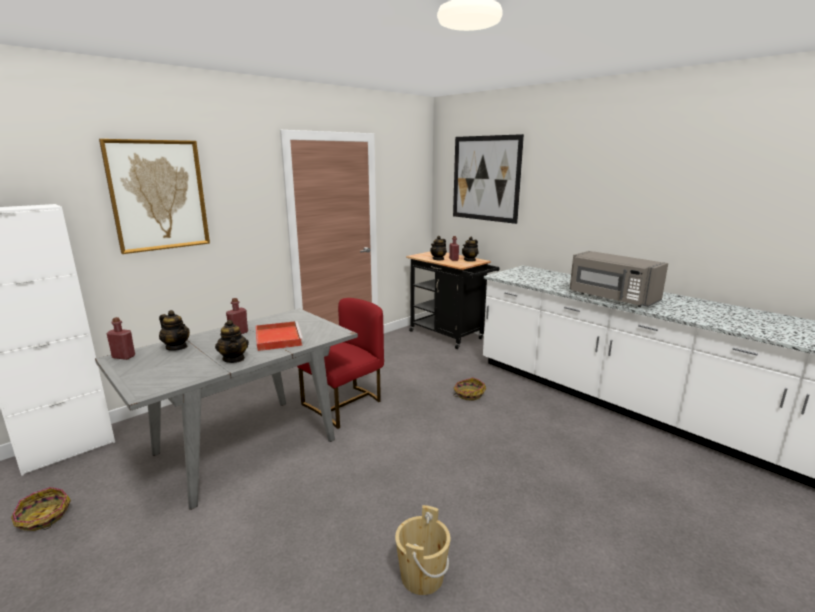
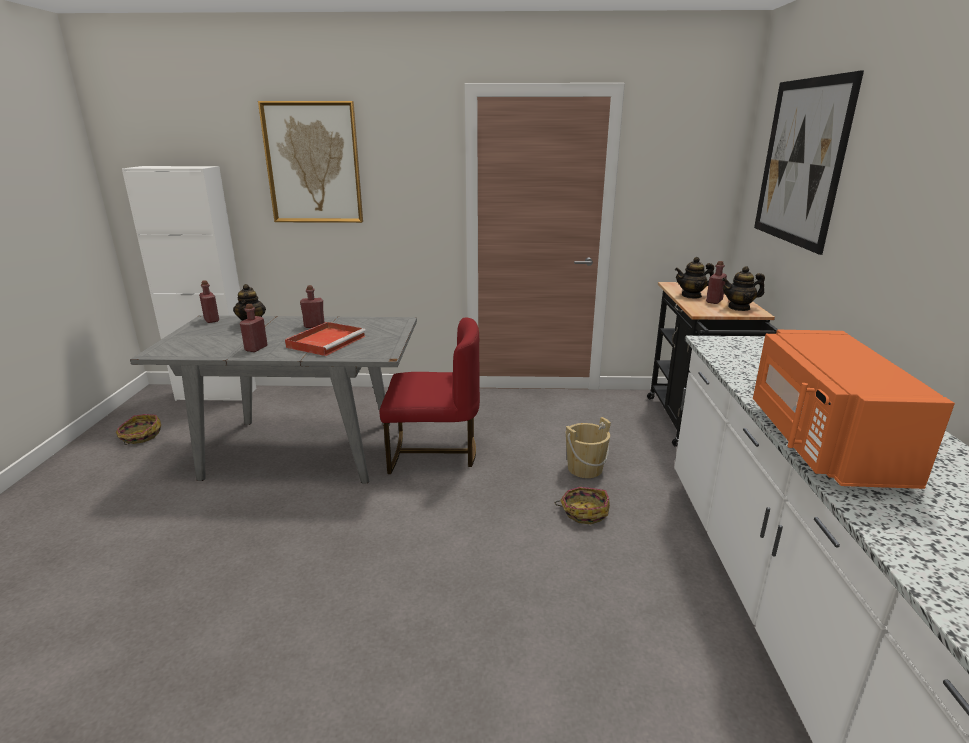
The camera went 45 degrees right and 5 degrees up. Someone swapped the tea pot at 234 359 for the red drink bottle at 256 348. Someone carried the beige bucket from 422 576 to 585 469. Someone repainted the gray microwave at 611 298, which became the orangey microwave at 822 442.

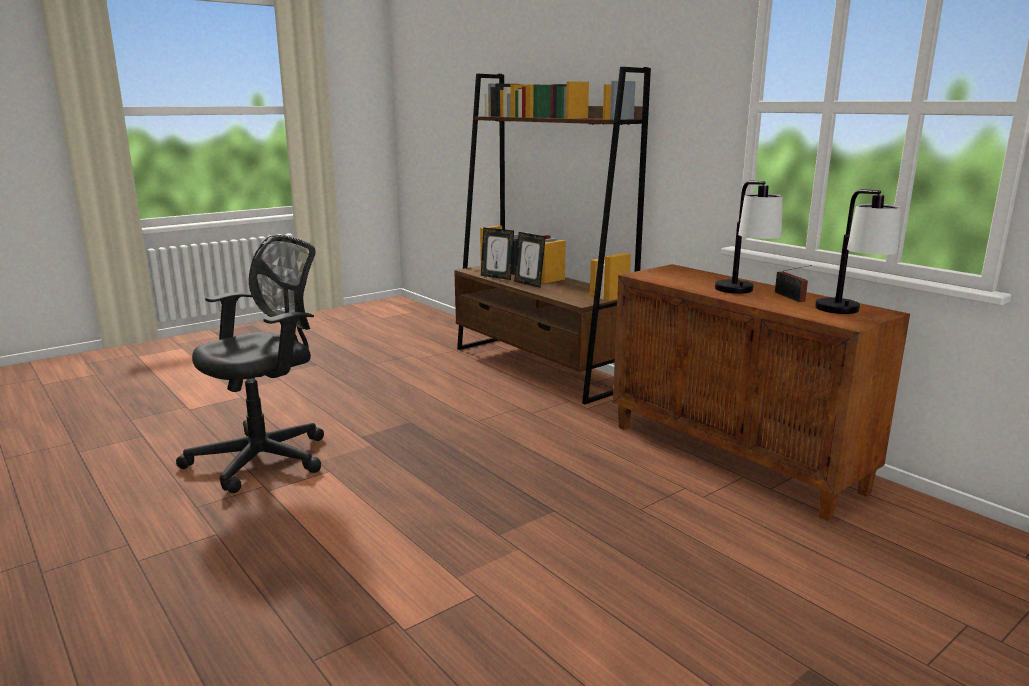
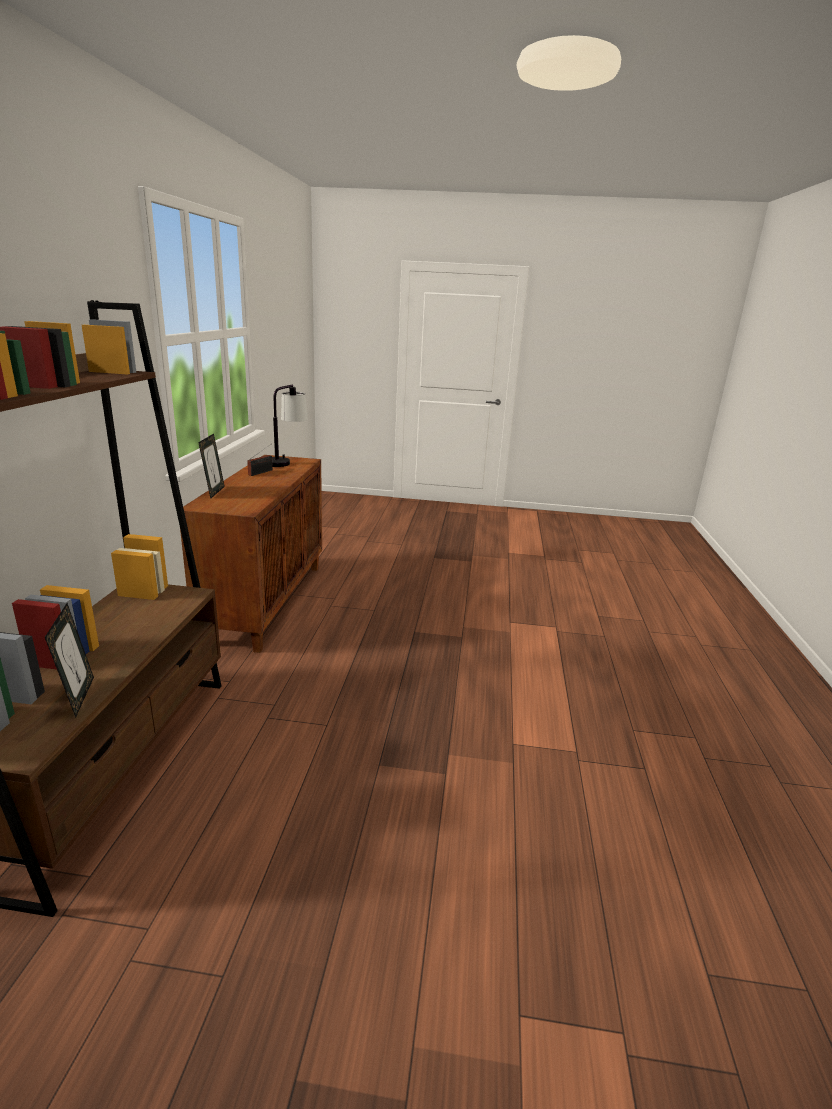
The camera went 135 degrees left and 5 degrees up. Someone carried the standing frame from 529 284 to 214 492. Someone took away the blackish desk chair at 266 458. Someone took away the tabletop lamp at 743 293.

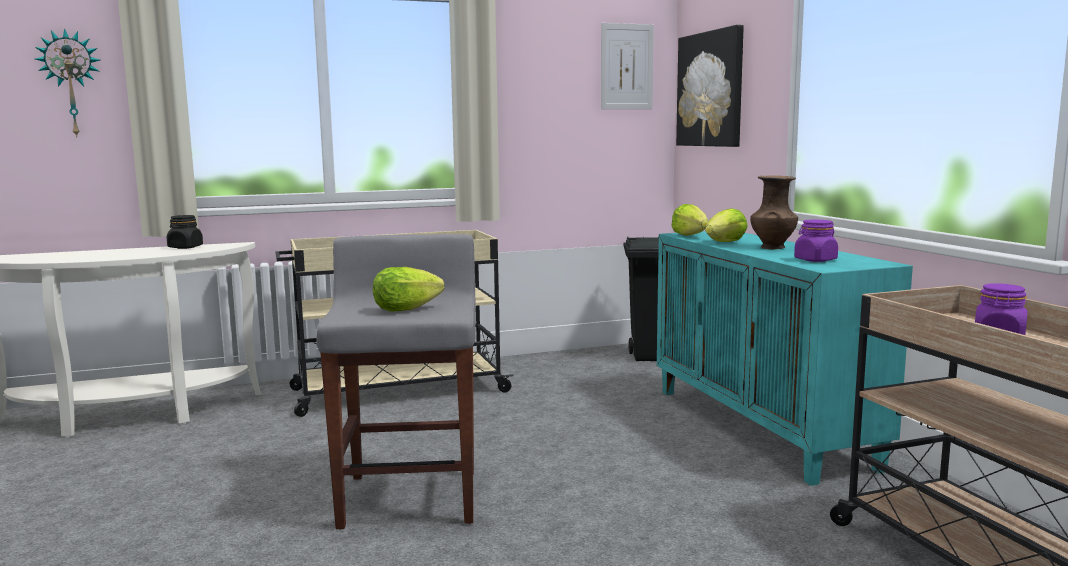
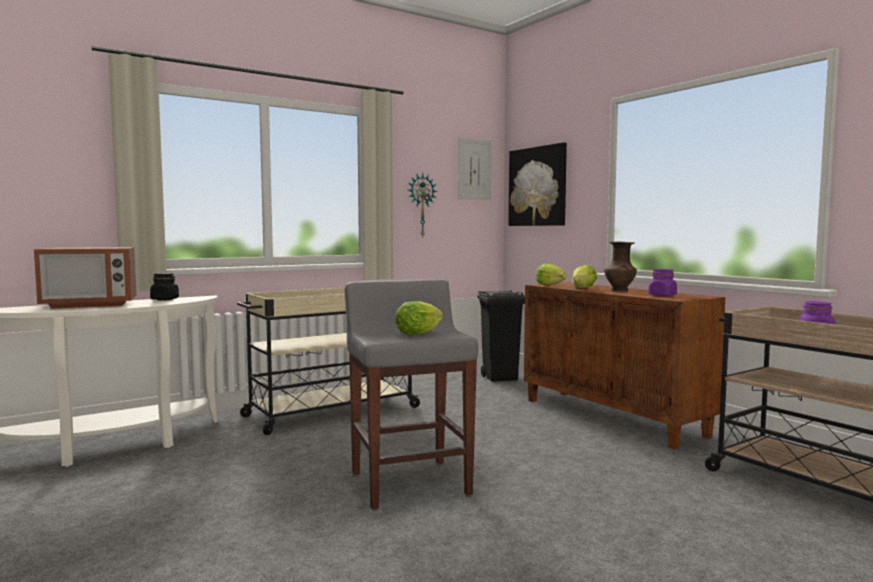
The camera went 15 degrees left and 5 degrees down. Someone put down the microwave at 90 305. Someone carried the clock on the wall from 71 84 to 421 205. Someone repainted the turquoise-coloured storage cabinet at 762 427, which became the brown-coloured storage cabinet at 613 417.

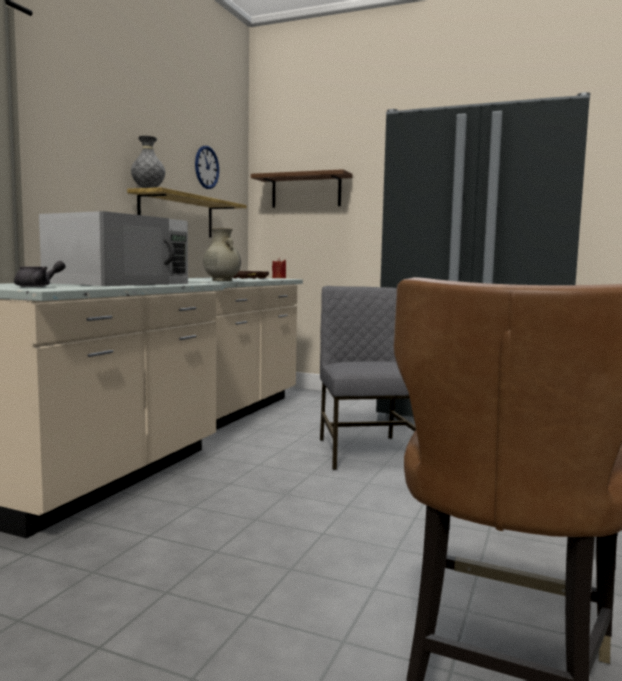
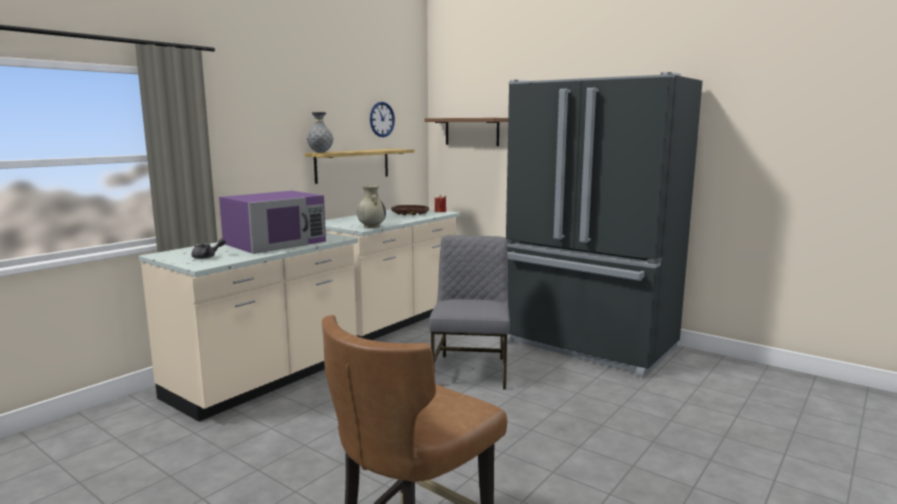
The camera went 15 degrees right and 5 degrees up. Someone repainted the white microwave at 119 283, which became the purplish microwave at 276 242.

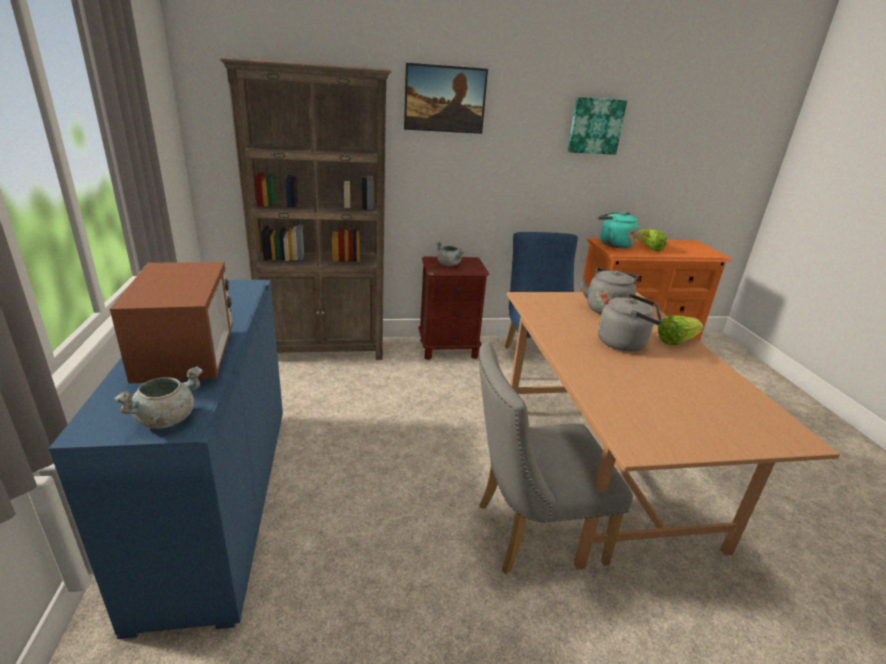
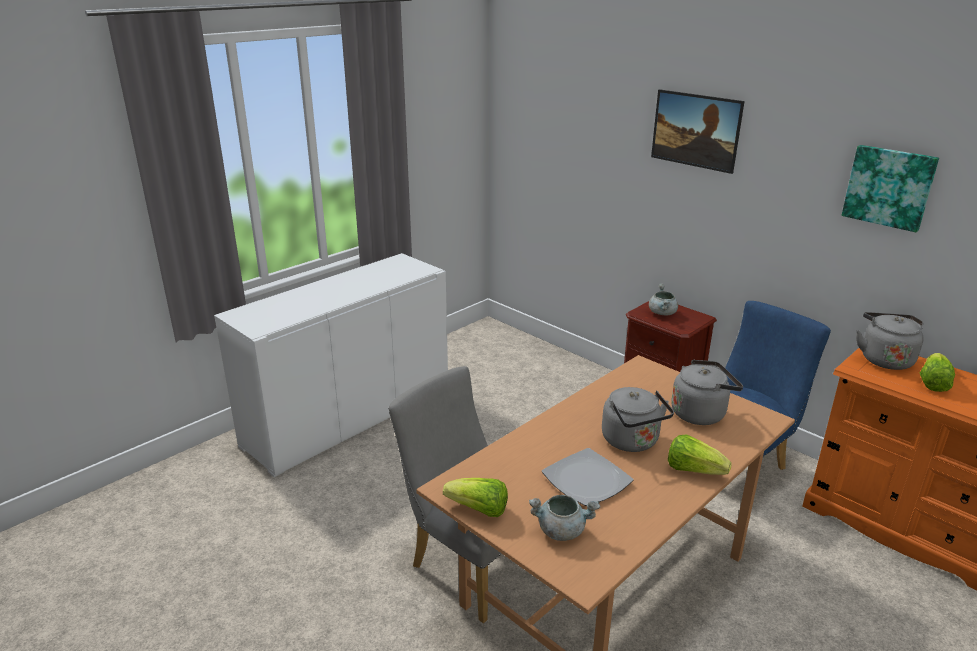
The camera went 55 degrees right and 0 degrees up. Someone repainted the blue storage cabinet at 220 500, which became the white storage cabinet at 349 417. Someone put down the lettuce at 478 510. Someone carried the gray stockpot from 166 418 to 562 530. Someone put down the plate at 586 480. Someone repainted the turquoise-coloured tea kettle at 613 244, which became the gray tea kettle at 884 359. Someone took away the microwave at 188 357. Someone took away the brown-coloured bookshelf at 324 349.

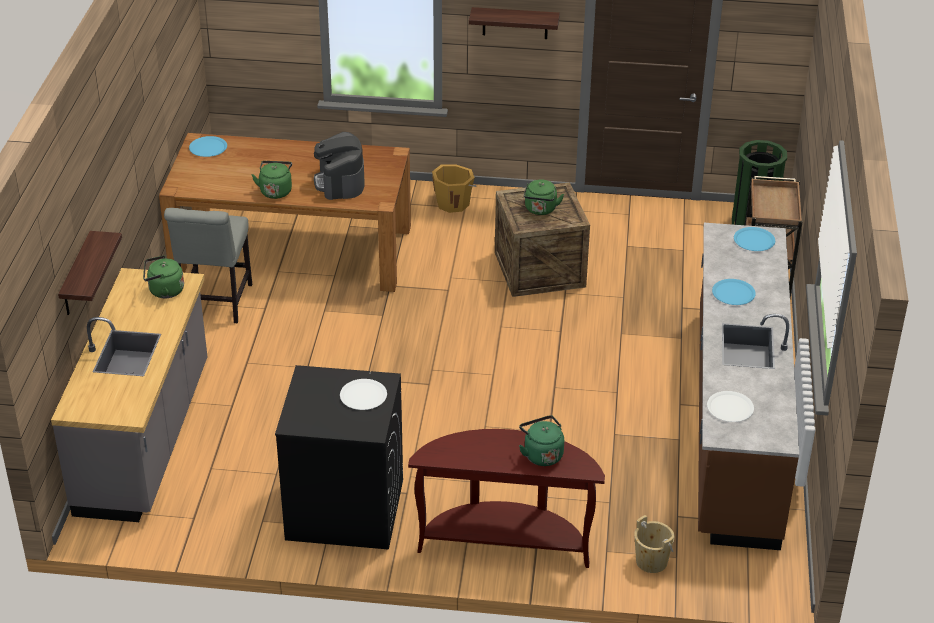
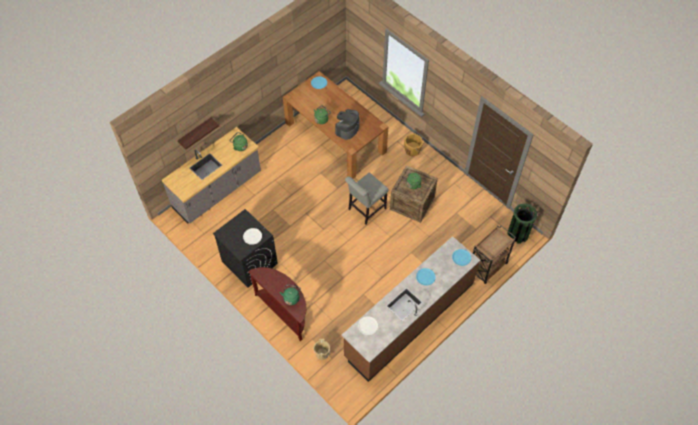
The camera went 40 degrees right and 20 degrees up. Someone carried the gray upright chair from 215 304 to 365 210. Someone took away the wall shelf at 515 23.

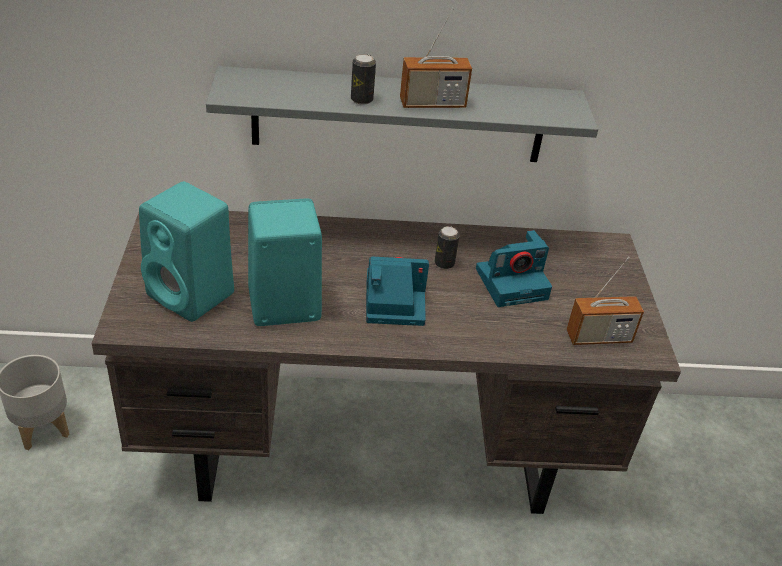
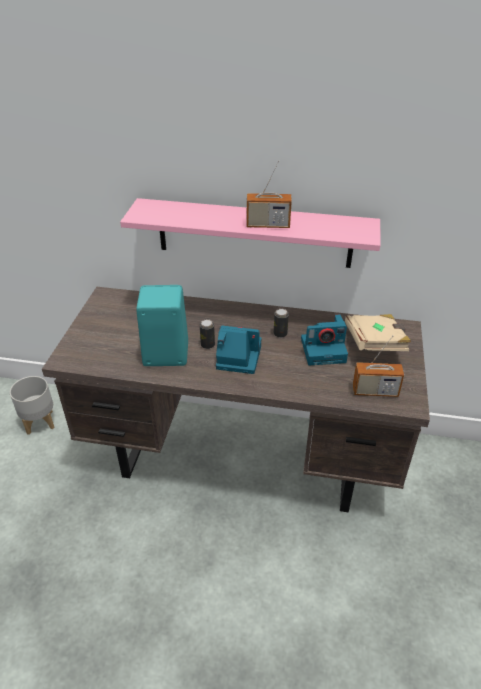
The camera went 15 degrees right and 0 degrees up. Someone repainted the gray wall shelf at 399 116, which became the pink-coloured wall shelf at 254 233. Someone carried the sealed can from 361 100 to 207 345. Someone put down the beige bound book at 375 344. Someone took away the turquoise-coloured speaker at 193 295.

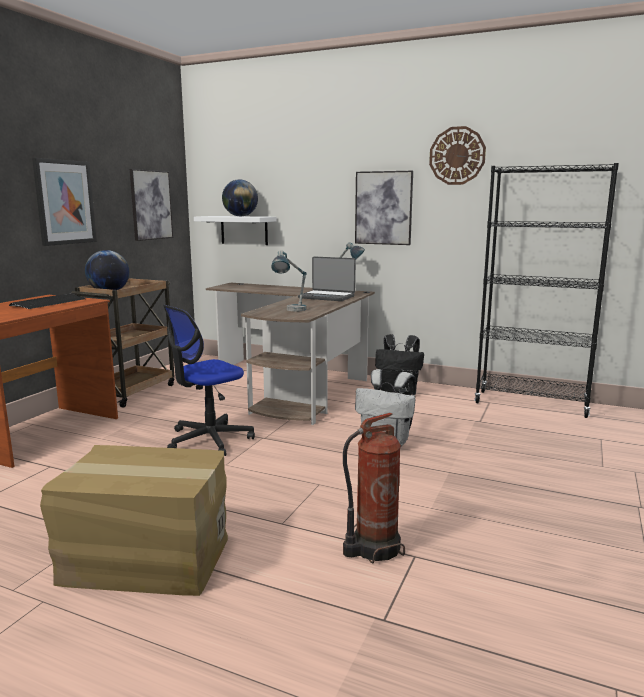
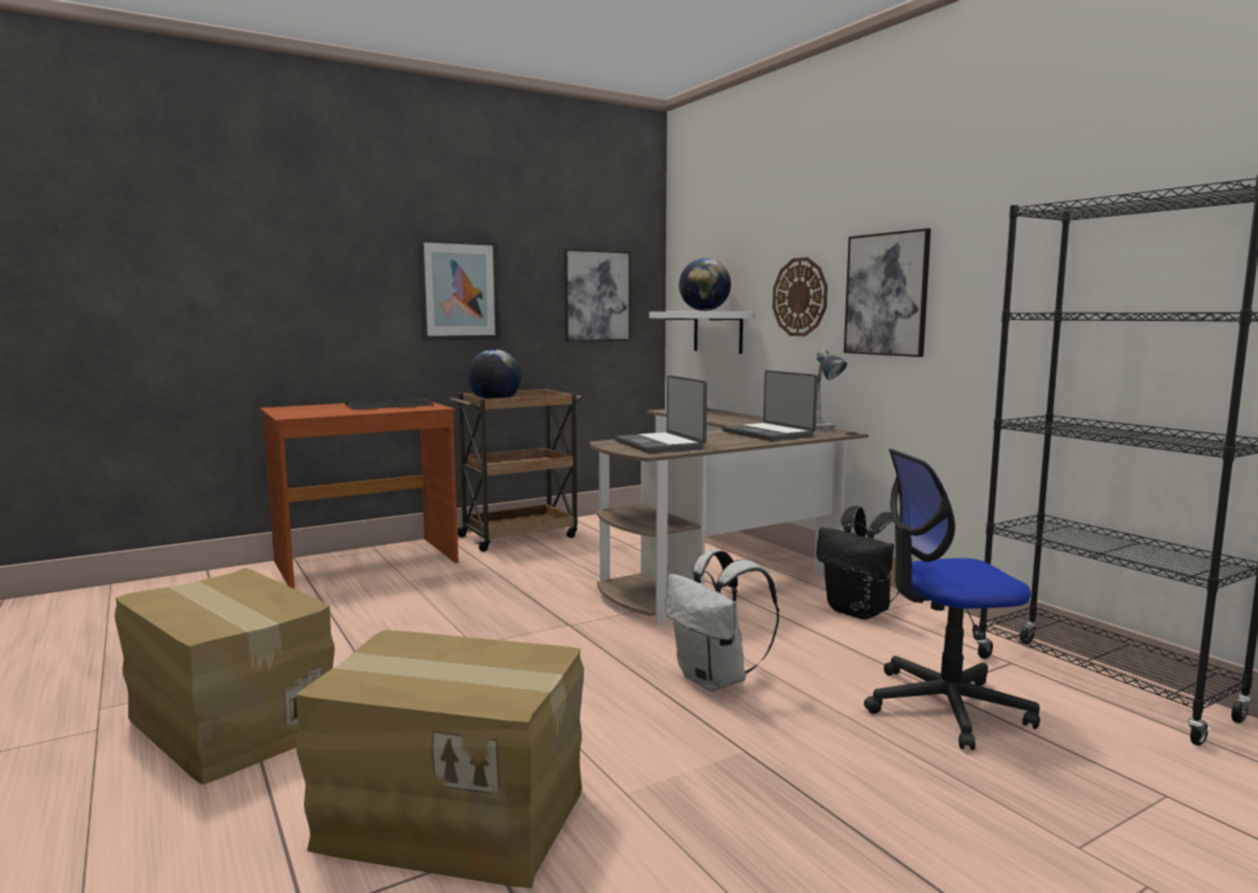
The camera went 35 degrees right and 5 degrees down. Someone swapped the fire extinguisher at 373 548 for the packing box at 454 815. Someone swapped the tabletop lamp at 291 311 for the notebook computer at 660 445. Someone carried the clock on the wall from 457 156 to 800 297. Someone carried the desk chair from 209 440 to 945 707.

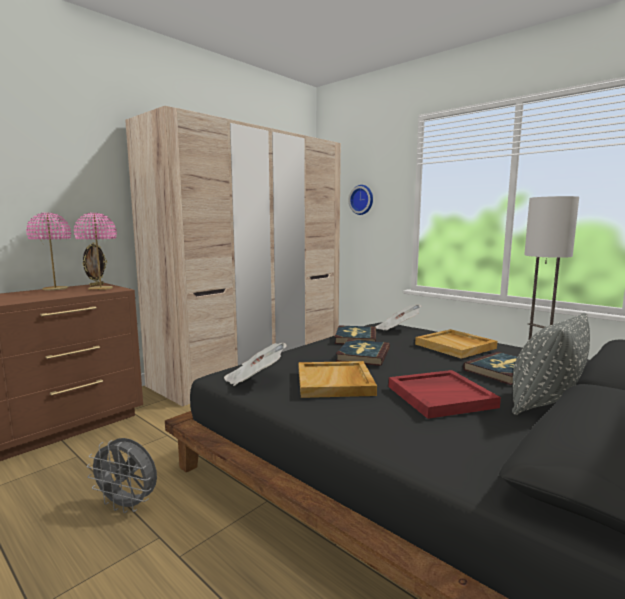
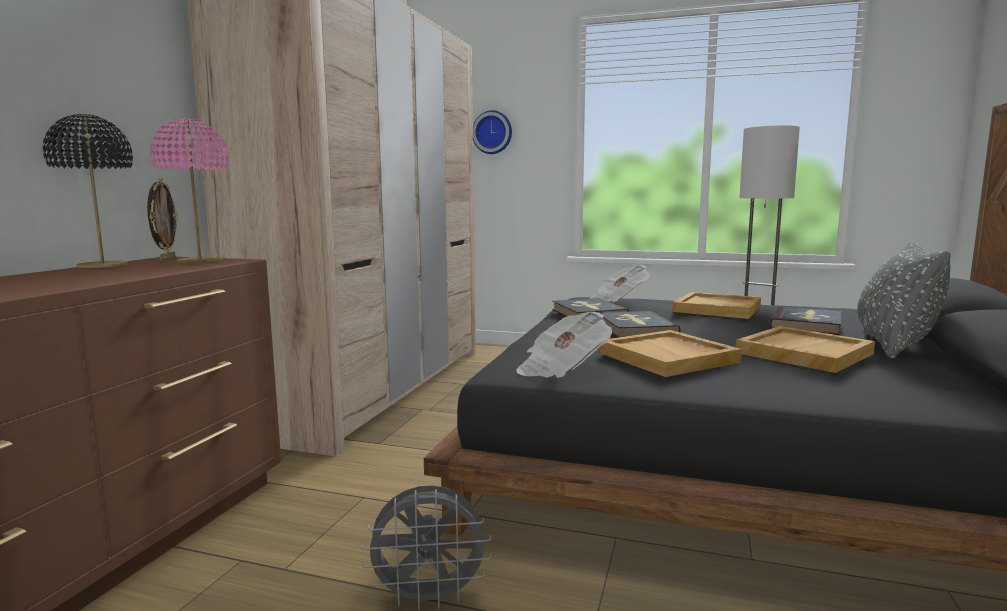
The camera went 25 degrees left and 0 degrees up. Someone repainted the pink-coloured tabletop lamp at 55 289, which became the blackish tabletop lamp at 103 266. Someone repainted the red tray at 441 396, which became the beige tray at 803 353.

